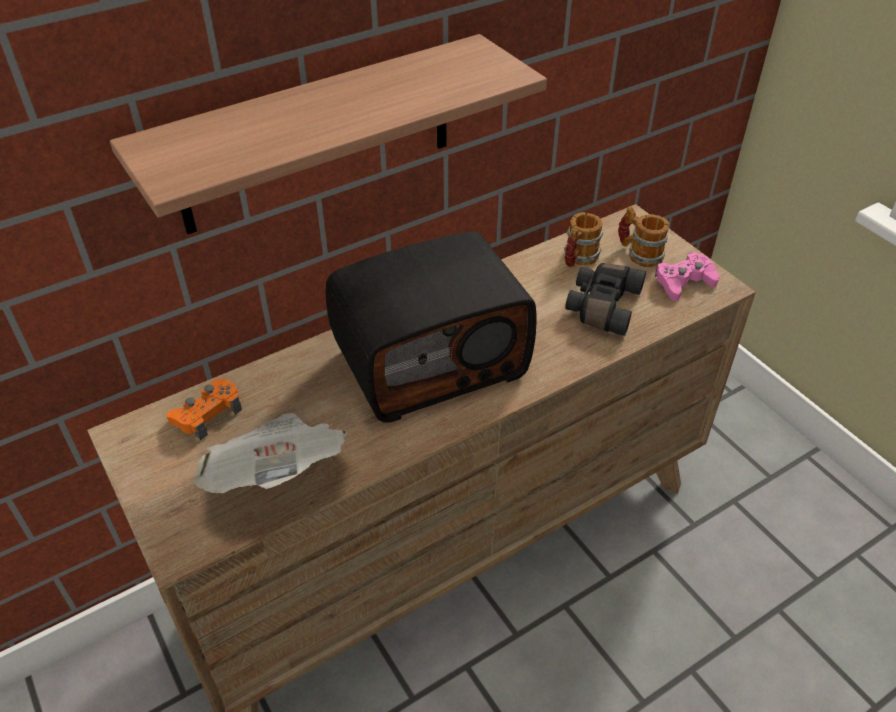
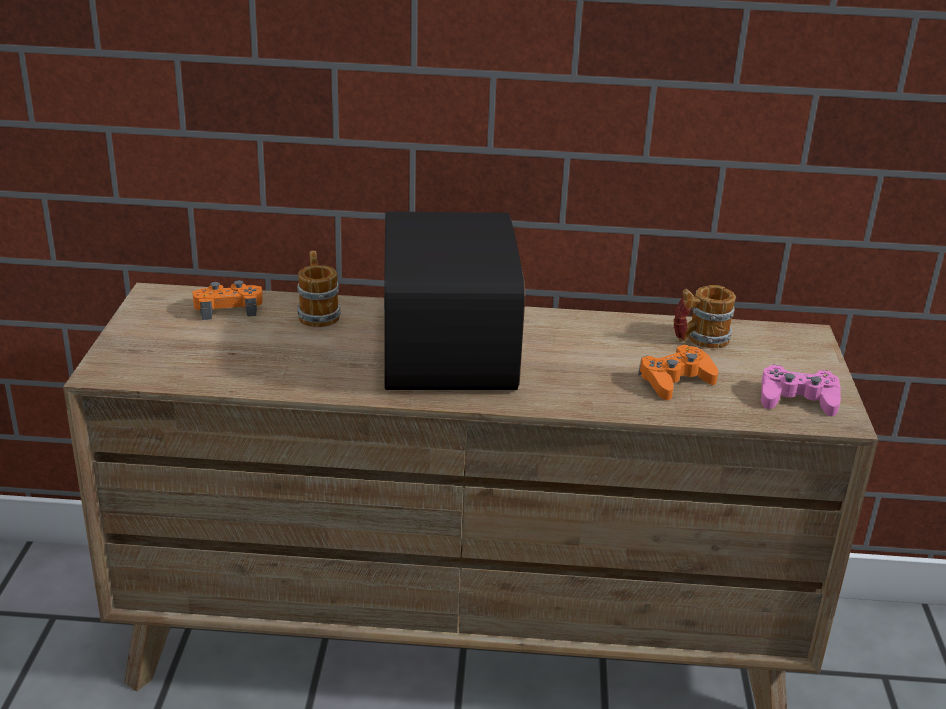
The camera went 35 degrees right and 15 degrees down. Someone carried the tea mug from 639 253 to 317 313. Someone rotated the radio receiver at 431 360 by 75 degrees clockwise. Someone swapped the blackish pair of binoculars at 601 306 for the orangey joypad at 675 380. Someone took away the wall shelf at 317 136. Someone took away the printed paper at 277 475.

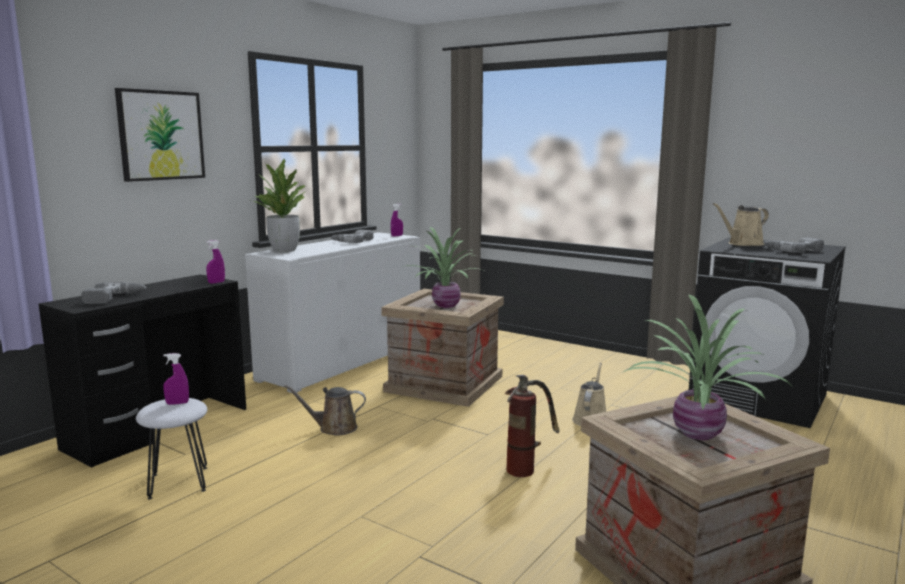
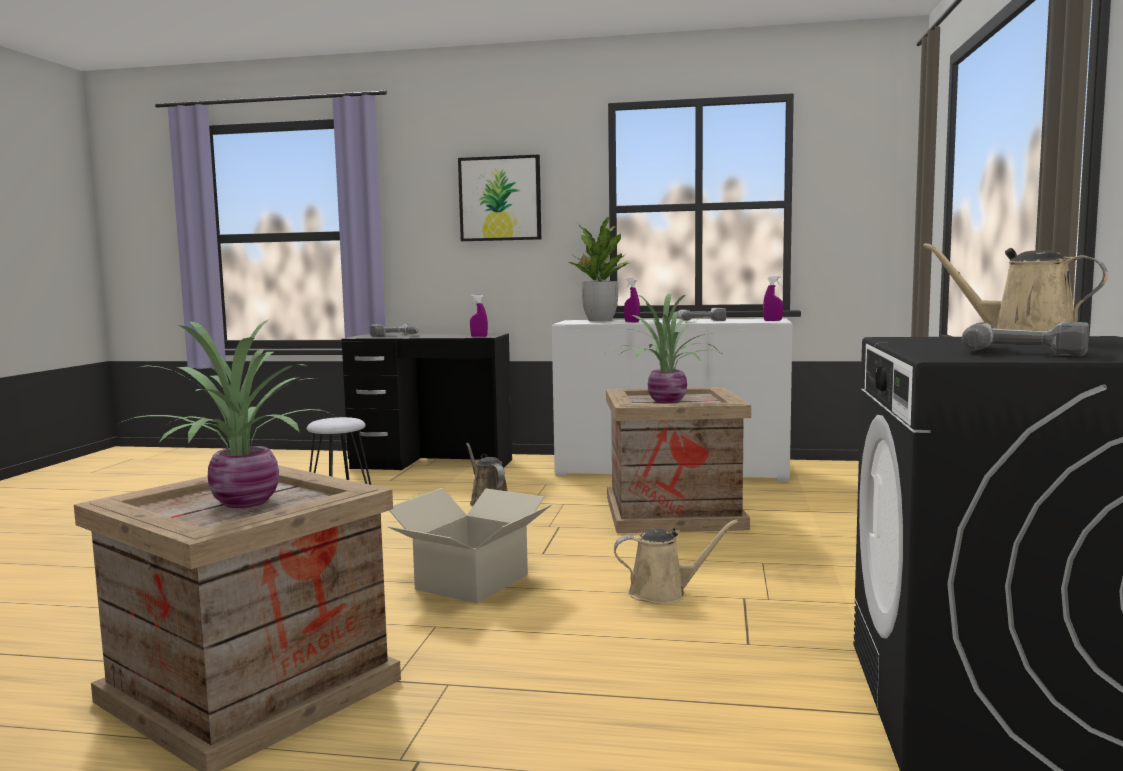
The camera went 65 degrees right and 5 degrees down. Someone swapped the fire extinguisher at 526 466 for the packing box at 471 582. Someone carried the purplish sprayer from 177 403 to 632 322.

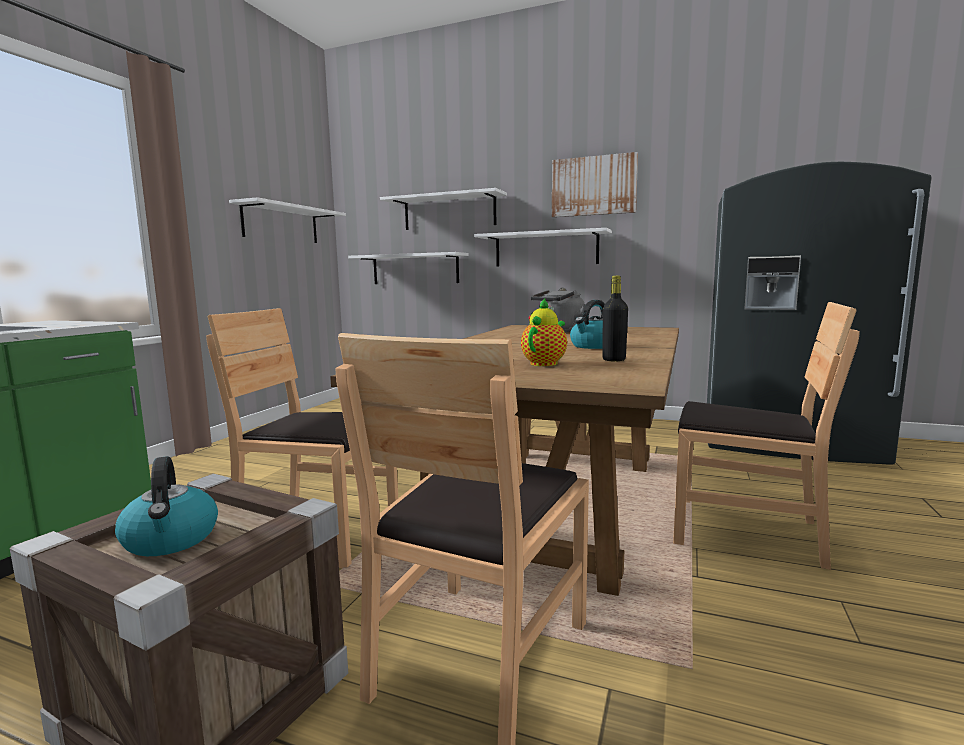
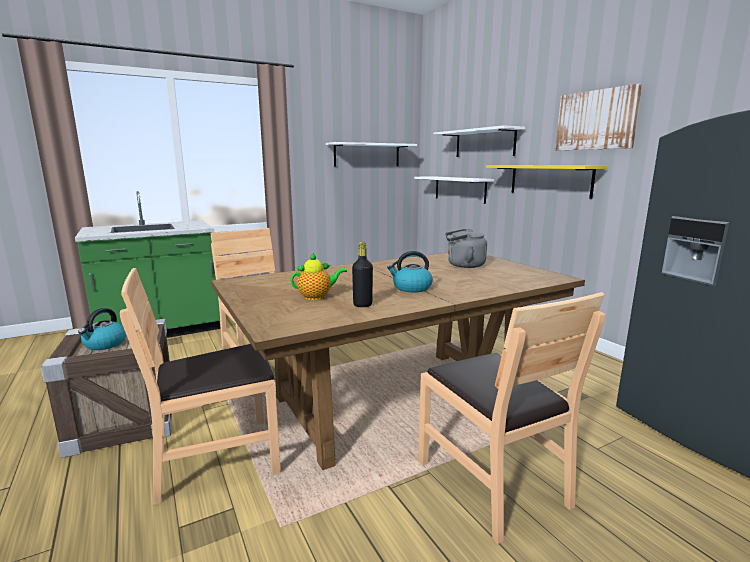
The camera went 40 degrees right and 5 degrees up. Someone repainted the white wall shelf at 546 249, which became the yellowish wall shelf at 549 180.

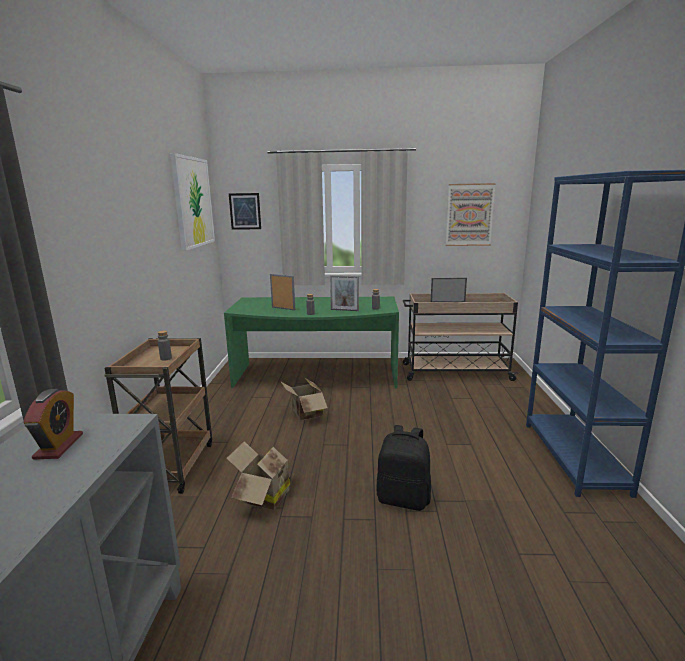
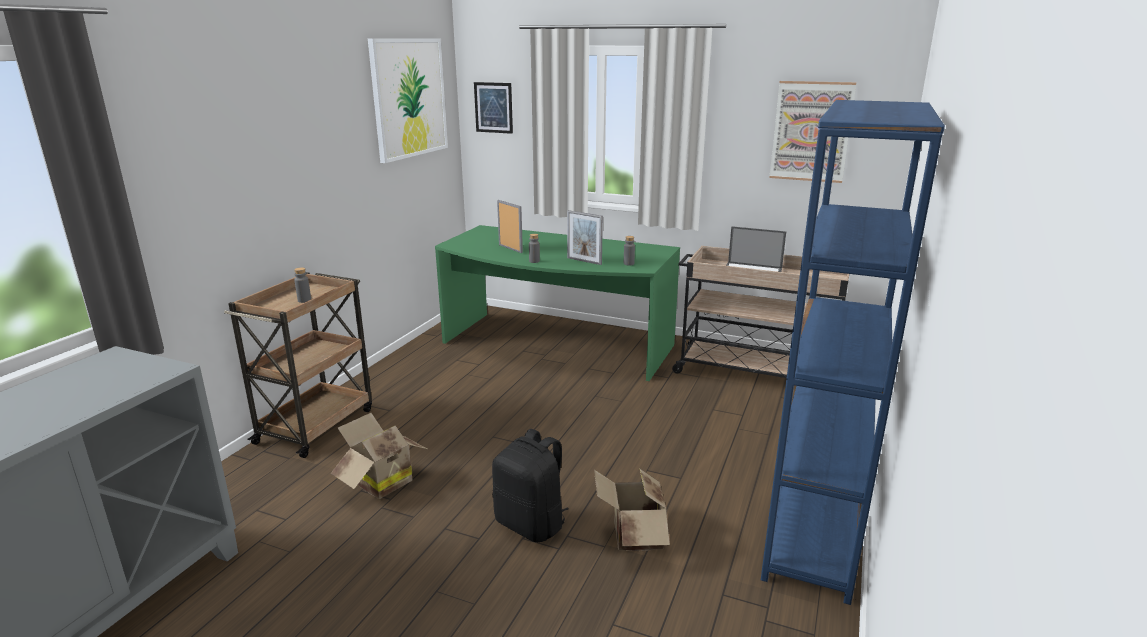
The camera went 20 degrees right and 5 degrees up. Someone carried the packing box from 305 414 to 633 537. Someone took away the table clock at 59 446.

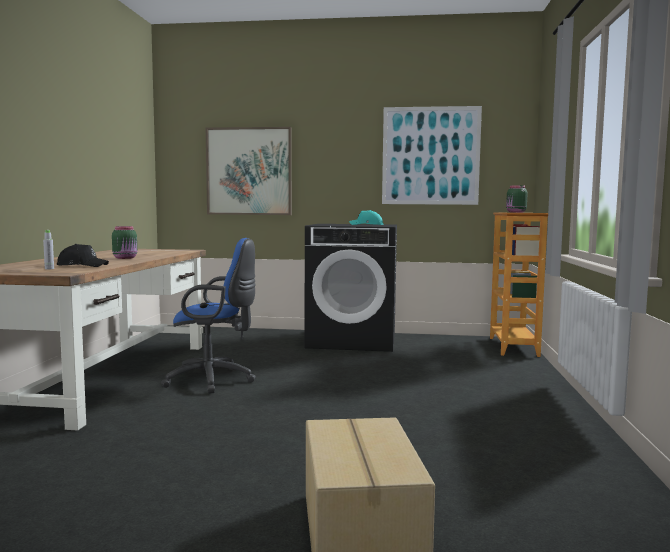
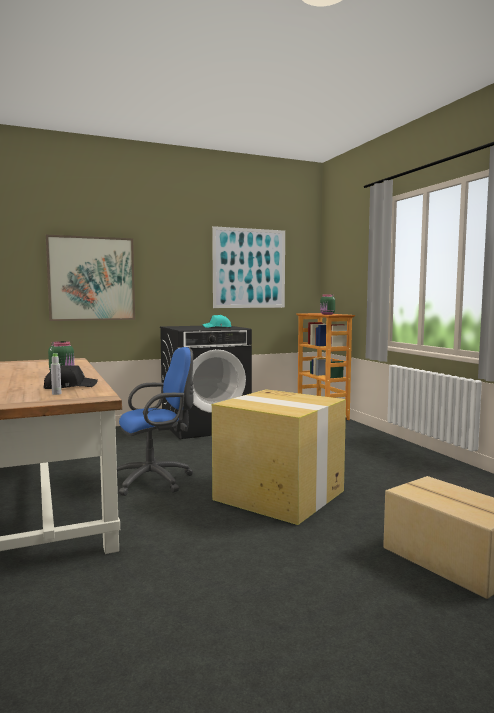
The camera went 30 degrees left and 0 degrees up. Someone put down the packing box at 281 495.

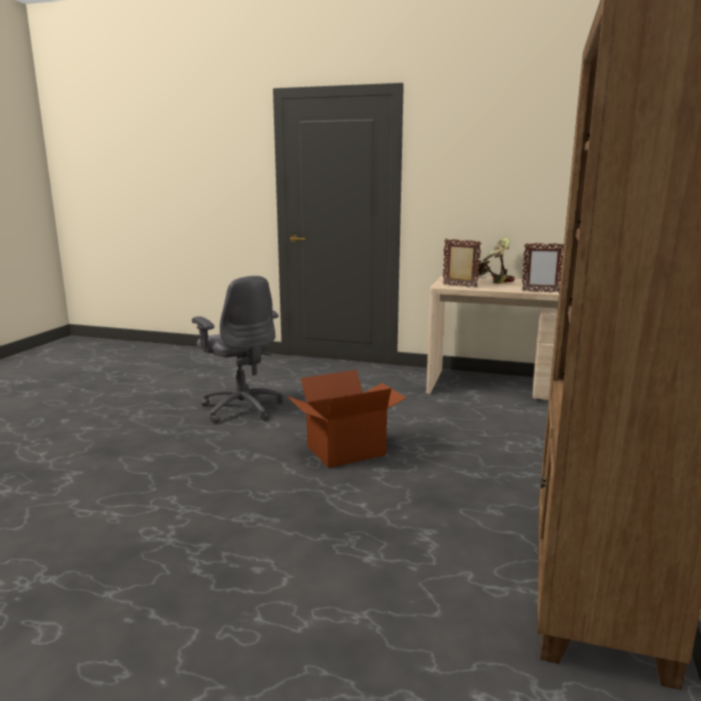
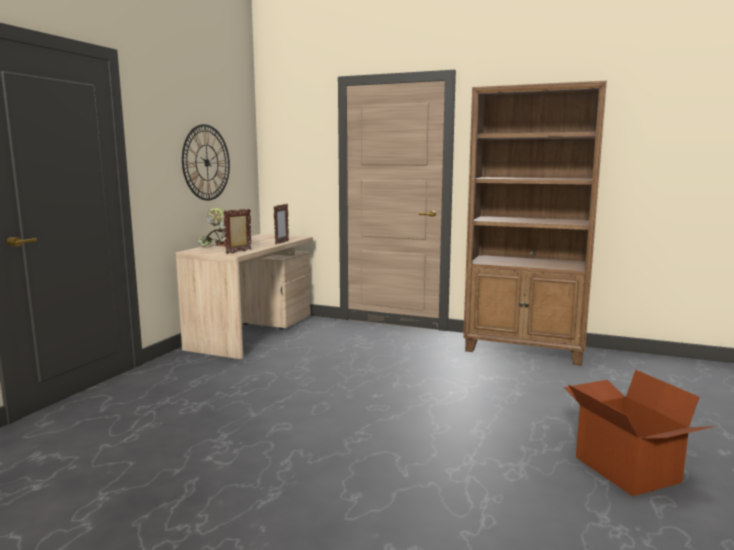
The camera went 85 degrees left and 5 degrees down. Someone put up the clock on the wall at 206 162. Someone carried the packing box from 345 450 to 625 470. Someone took away the gray desk chair at 242 408.

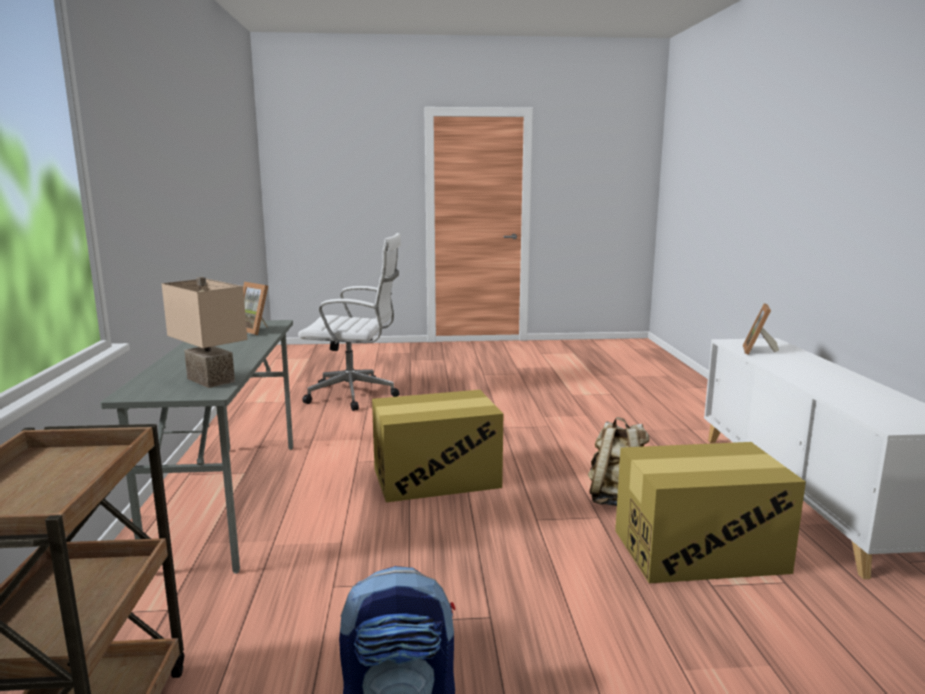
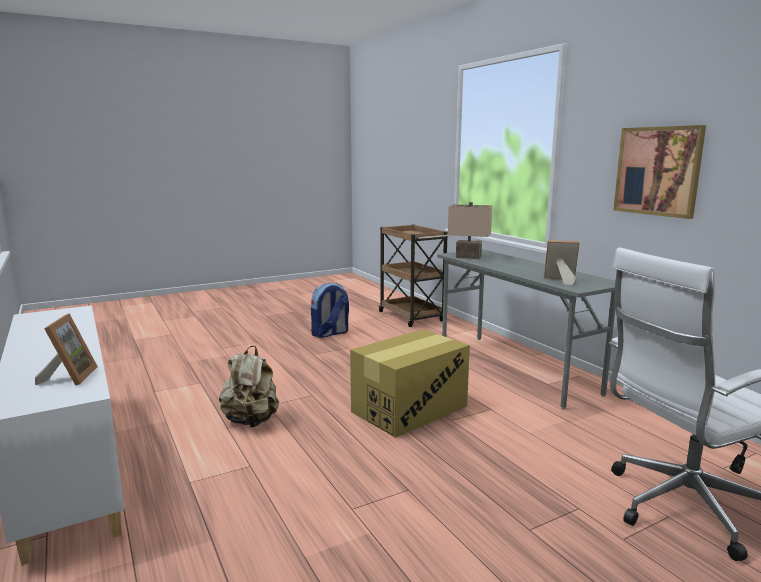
The camera went 155 degrees right and 0 degrees up. Someone put up the wall picture at 658 171. Someone took away the packing box at 699 551.

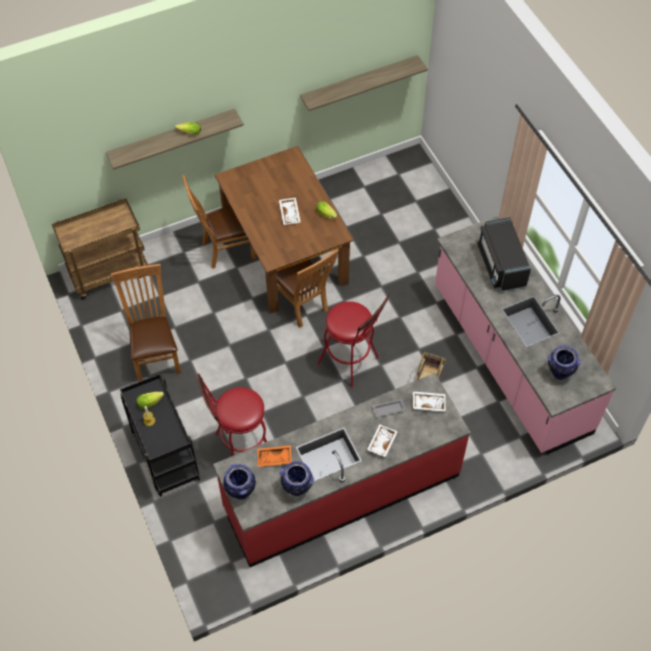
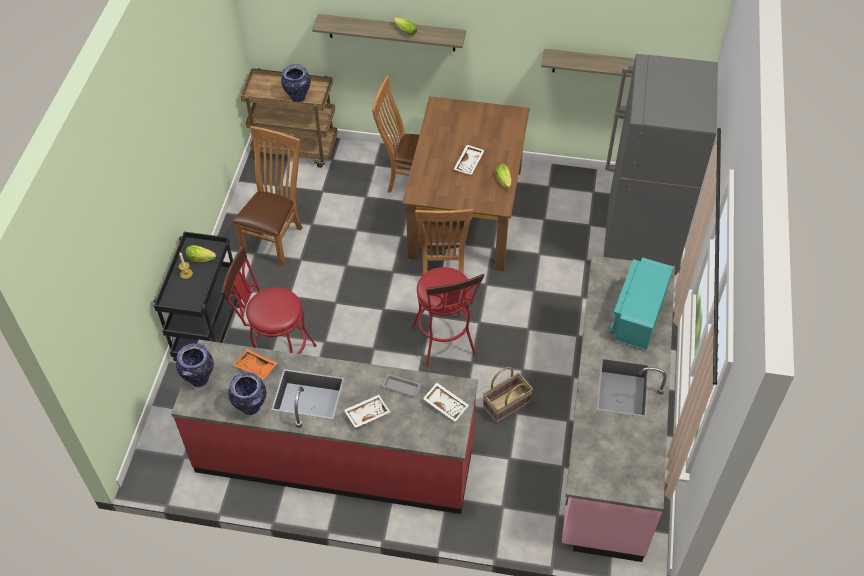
The camera went 35 degrees right and 5 degrees down. Someone carried the decorative vase from 559 373 to 297 97. Someone put down the gray refrigerator at 639 242. Someone repainted the blackish microwave at 501 265, which became the turquoise-coloured microwave at 638 315.

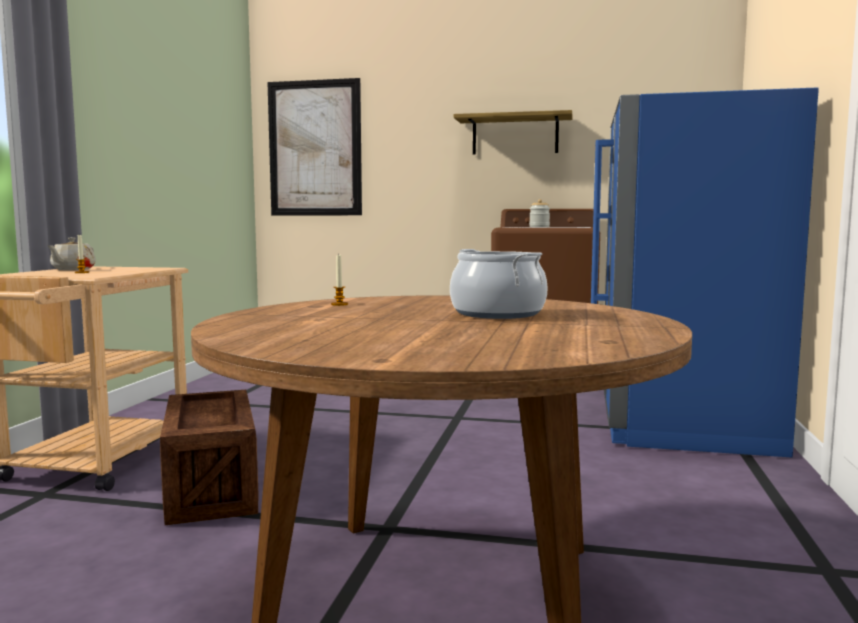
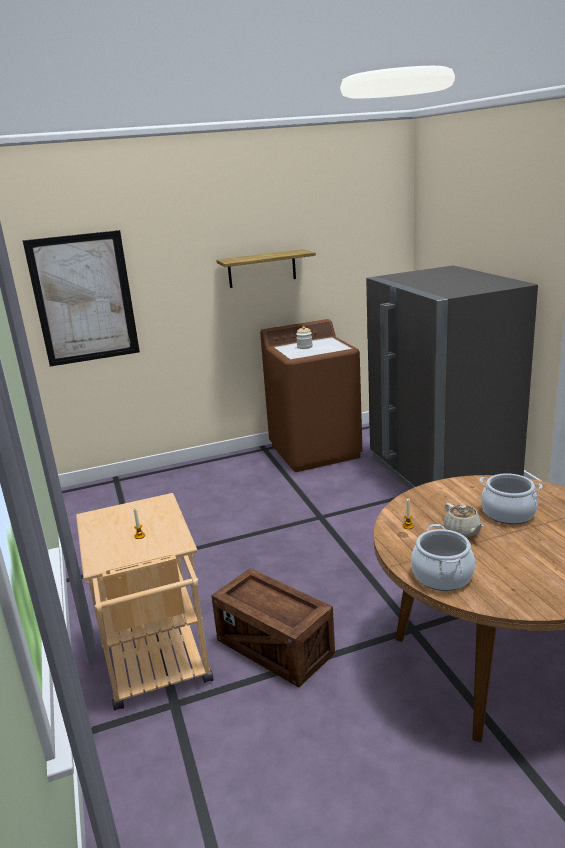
The camera went 30 degrees left and 15 degrees up. Someone repainted the blue refrigerator at 680 420, which became the gray refrigerator at 441 474. Someone put down the stockpot at 442 576. Someone carried the beige tea pot from 72 269 to 462 531.

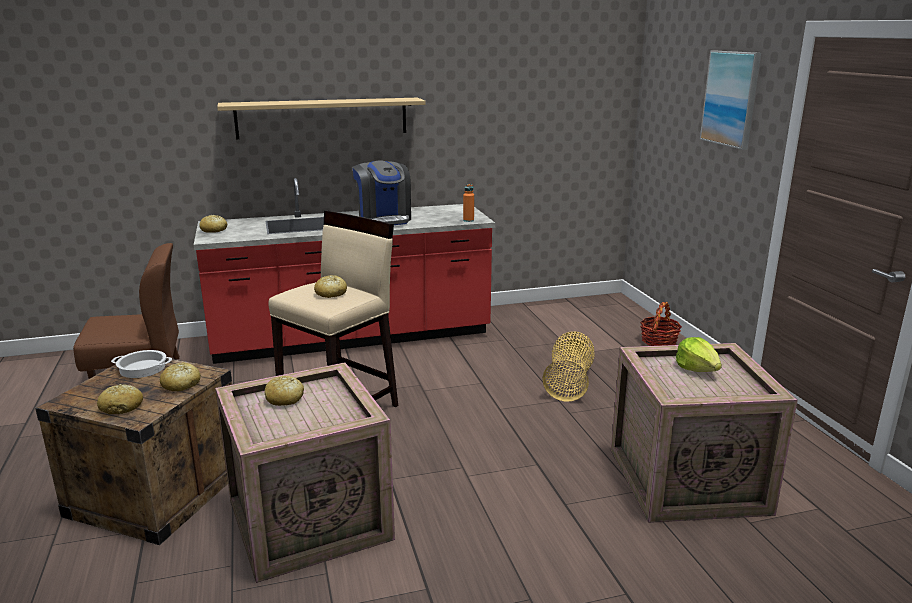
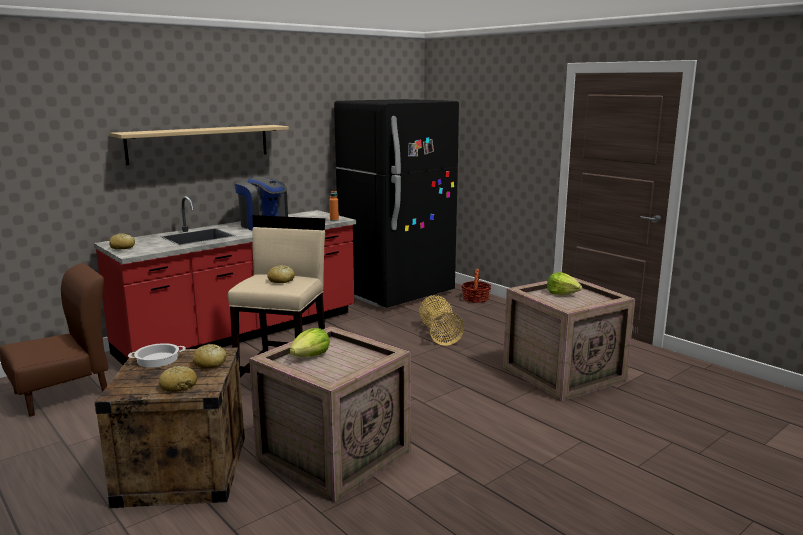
The camera went 25 degrees left and 5 degrees down. Someone swapped the baked bread at 285 399 for the lettuce at 310 356. Someone put down the blackish refrigerator at 397 293. Someone took away the wall picture at 731 98.

